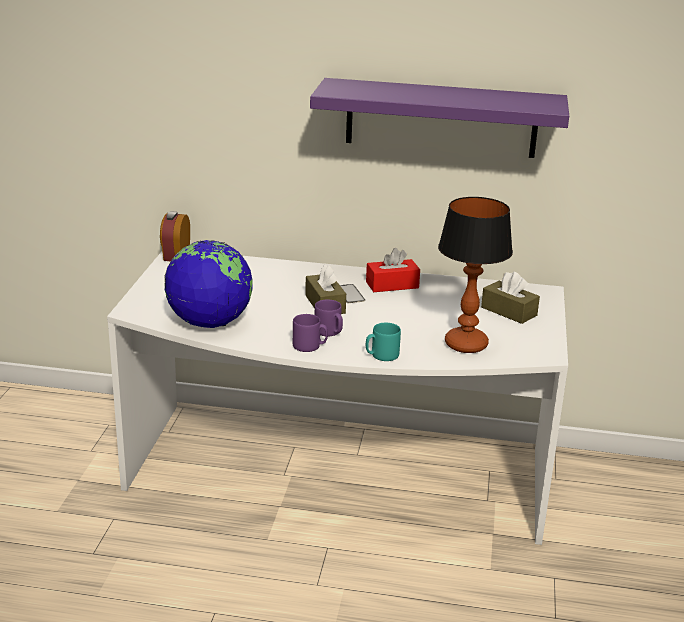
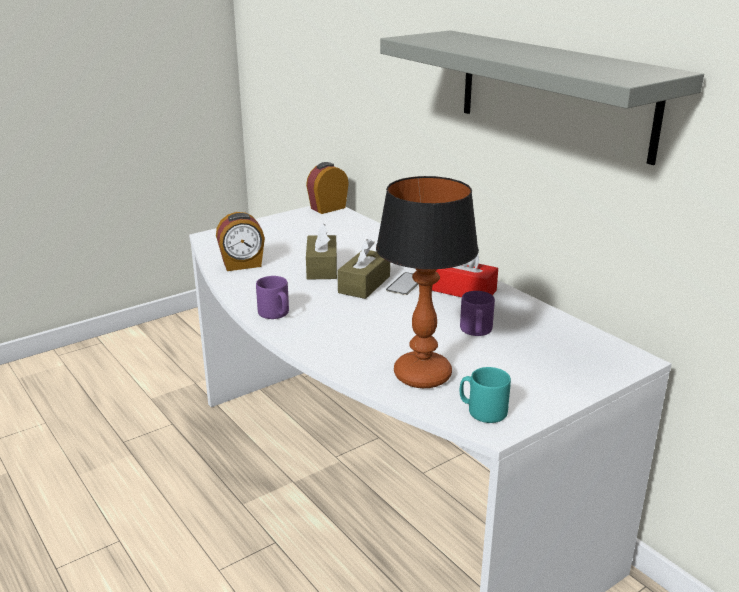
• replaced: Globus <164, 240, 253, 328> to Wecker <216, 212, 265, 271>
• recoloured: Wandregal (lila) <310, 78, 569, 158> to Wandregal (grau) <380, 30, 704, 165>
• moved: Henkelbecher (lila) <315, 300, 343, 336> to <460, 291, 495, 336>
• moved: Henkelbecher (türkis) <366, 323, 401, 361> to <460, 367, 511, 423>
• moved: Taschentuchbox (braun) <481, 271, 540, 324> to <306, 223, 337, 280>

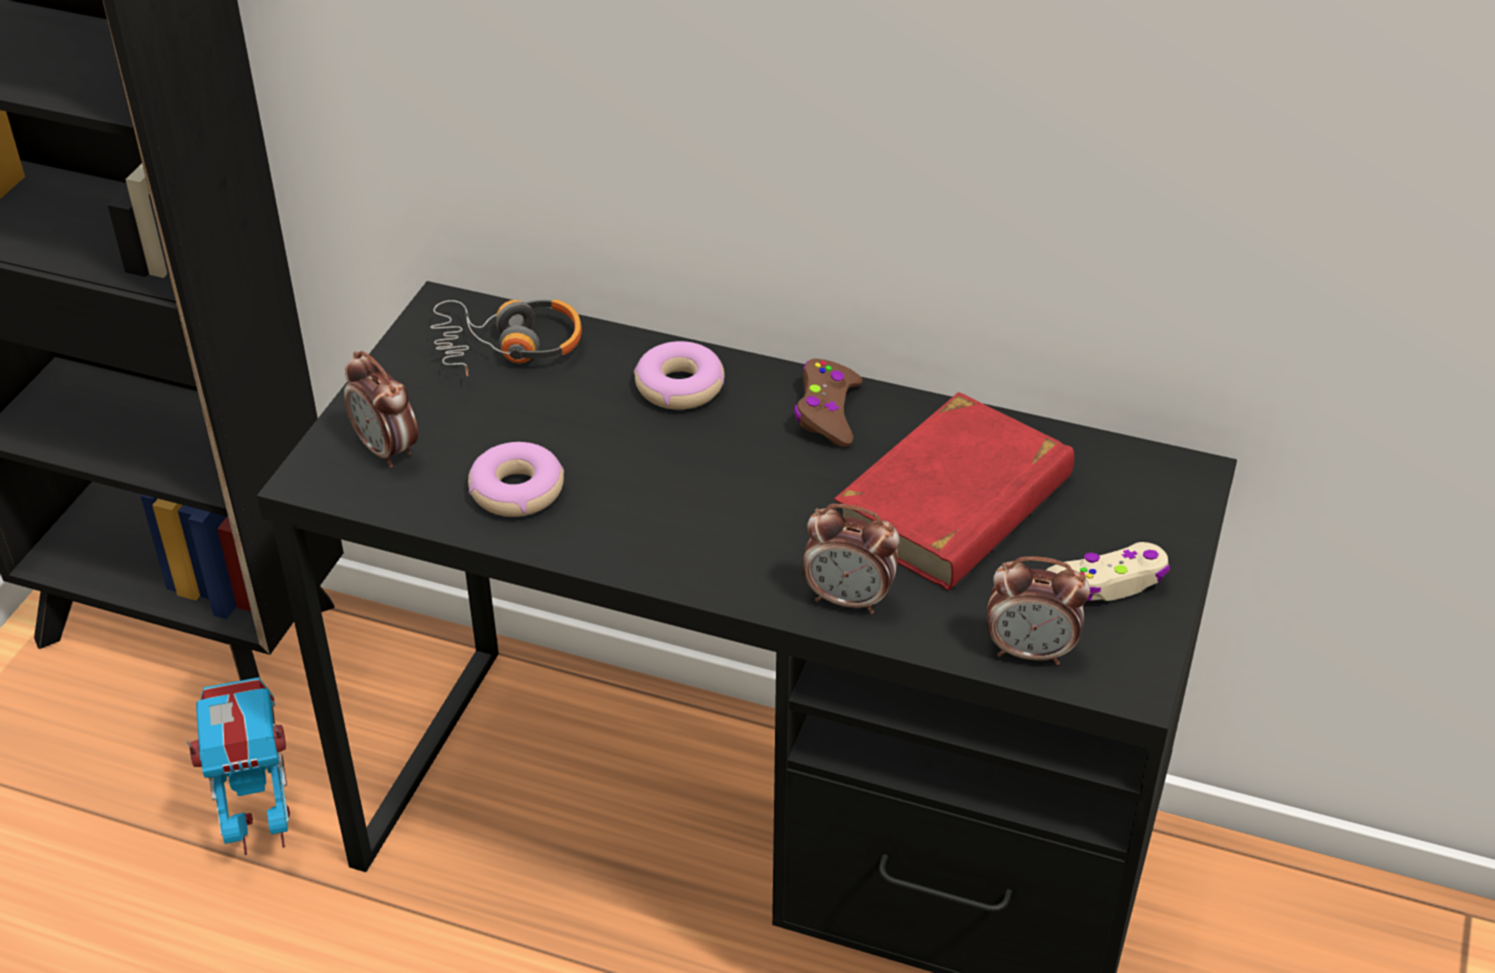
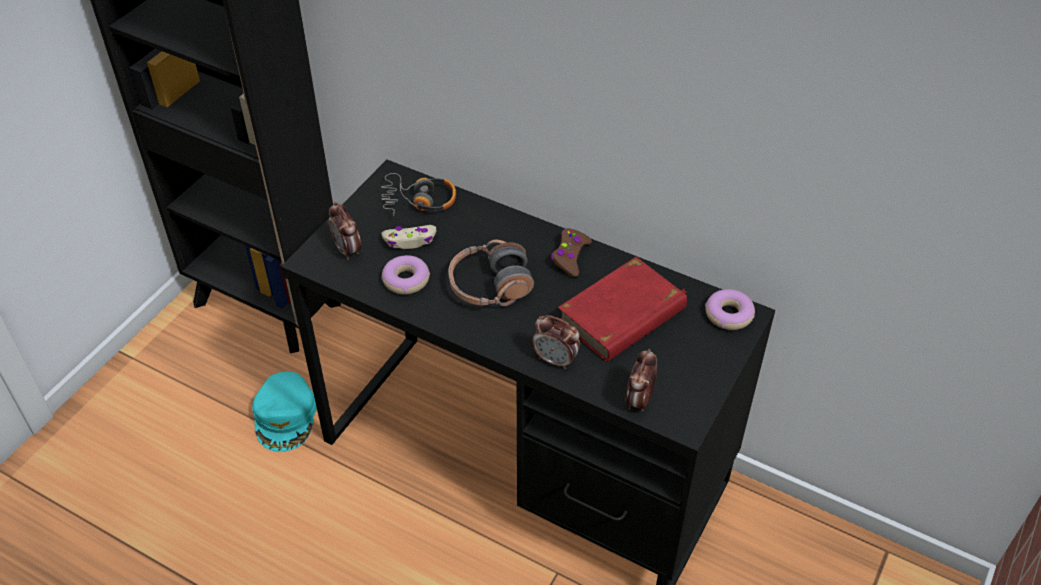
• replaced: Spielzeugroboter <186, 677, 290, 855> to Kappe (türkis) <252, 371, 317, 452>
• moved: Donut <634, 341, 724, 410> to <705, 289, 755, 330>
• turned: Wecker <987, 557, 1090, 665> = <625, 349, 657, 412> 90 degrees clockwise
• moved: Gamepad (beige) <1047, 542, 1170, 601> to <381, 225, 436, 249>
• added: Kopfhörer <448, 240, 534, 306>

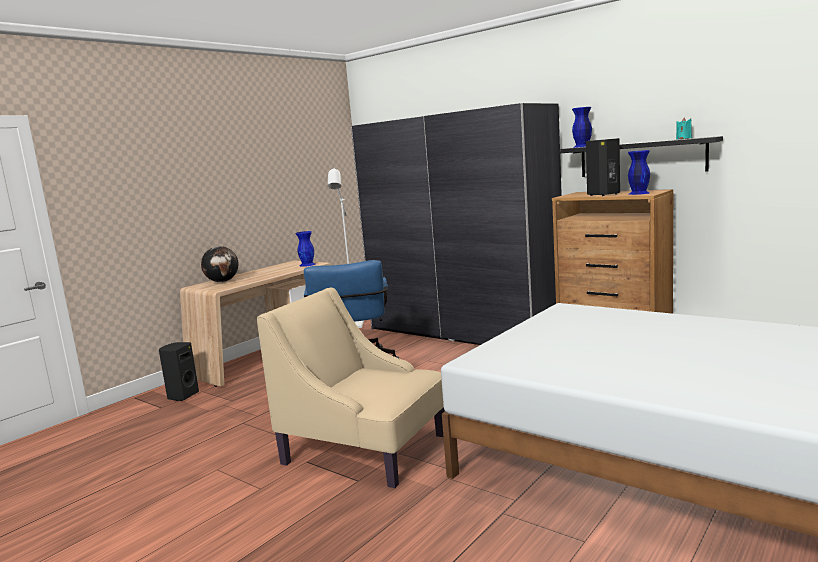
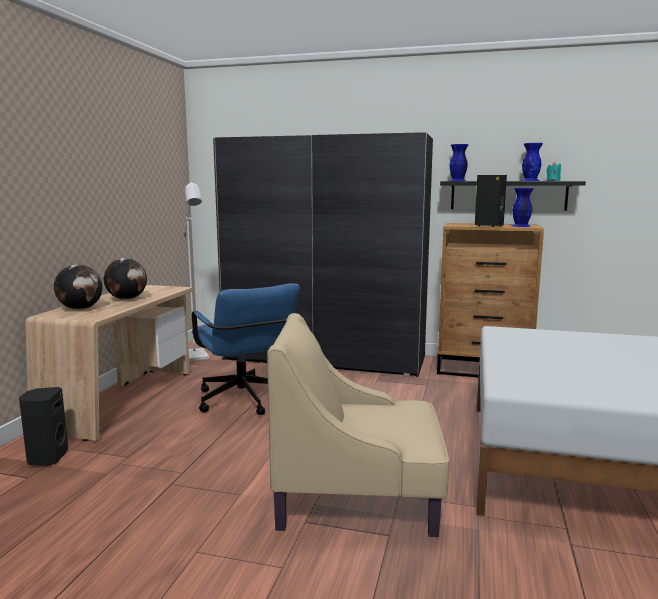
• moved: Vase (blau) <296, 231, 315, 267> to <522, 143, 543, 181>
• added: Globus <104, 258, 147, 300>

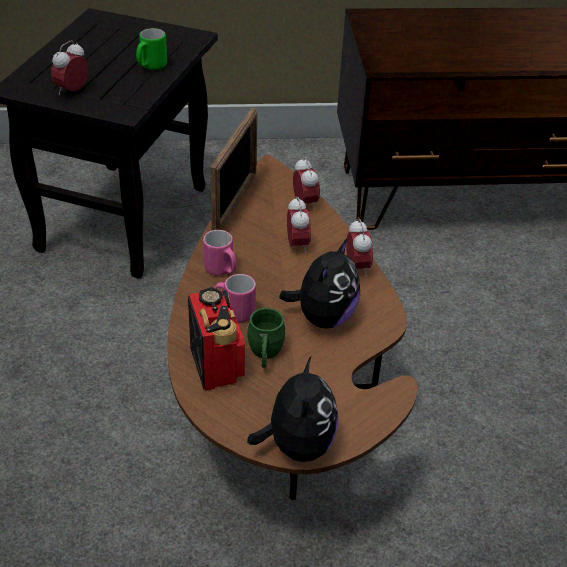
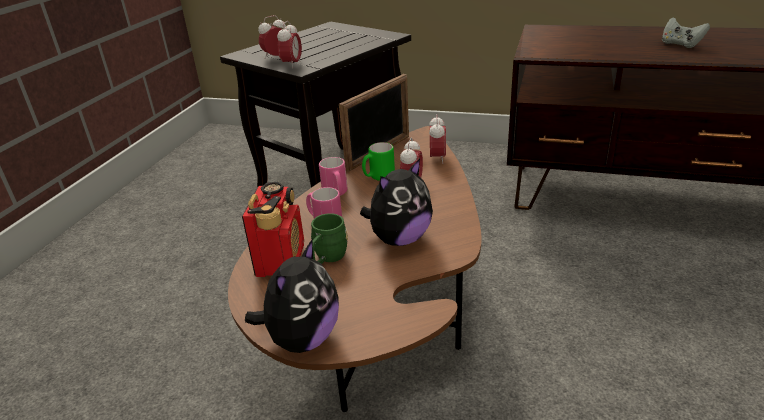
• moved: Henkelbecher (grün) <136, 28, 167, 70> to <362, 142, 395, 181>
• moved: Wecker <346, 219, 373, 277> to <277, 21, 302, 68>
• added: Gamepad (grau) <662, 17, 710, 48>

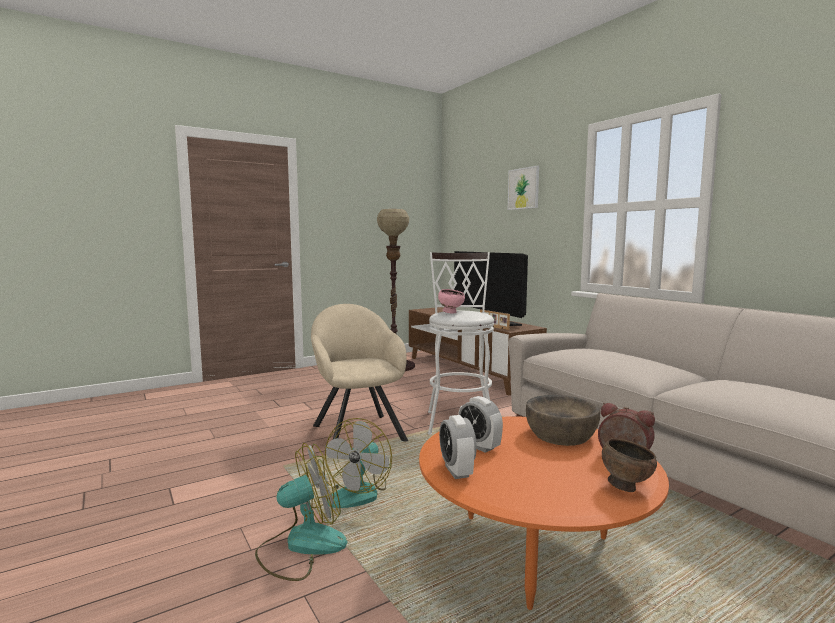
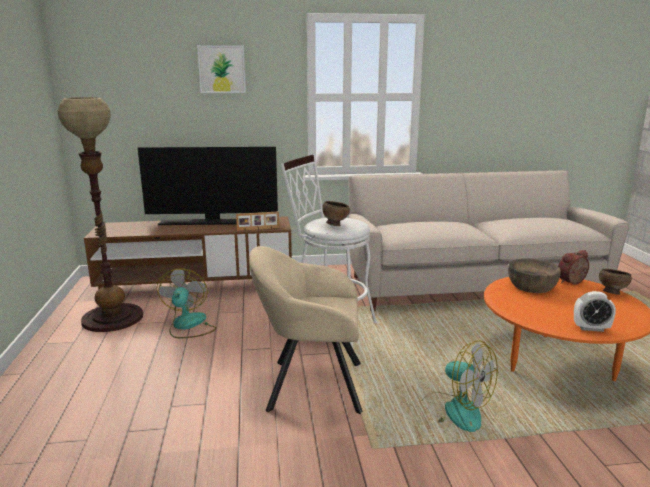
• moved: Ventilator <255, 443, 347, 581> to <157, 268, 216, 338>
• recoloured: Schüssel (rosa) <438, 289, 465, 314> to Schüssel (braun) <322, 201, 350, 226>
• removed: Wecker <458, 396, 503, 453>

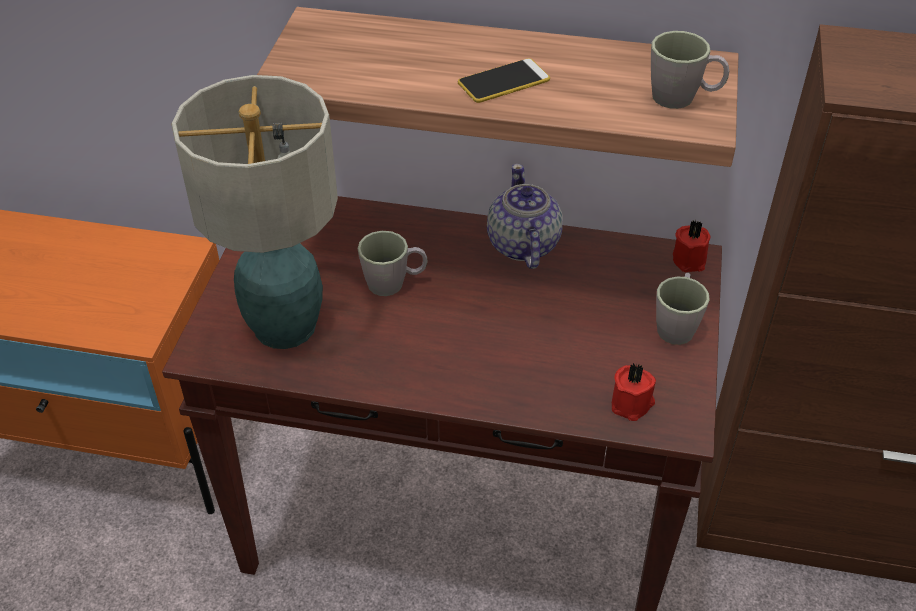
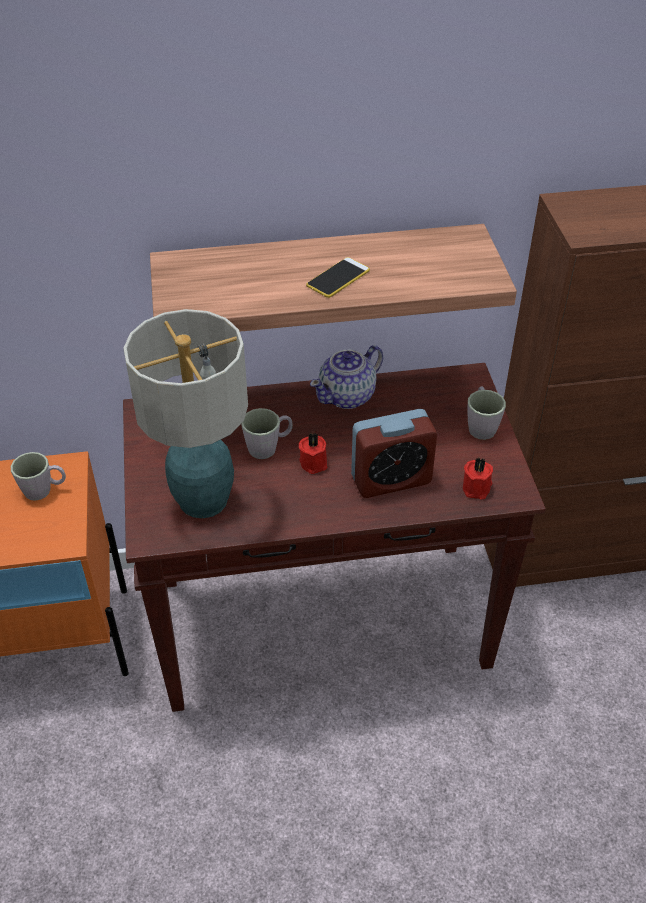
• turned: Teekanne <487, 164, 563, 269> = <310, 345, 383, 409> 105 degrees counterclockwise
• moved: Henkelbecher (grau) <651, 31, 729, 109> to <11, 452, 66, 501>
• moved: Kerze (rot) <673, 220, 710, 272> to <299, 433, 327, 474>
• added: Wecker <351, 409, 437, 498>

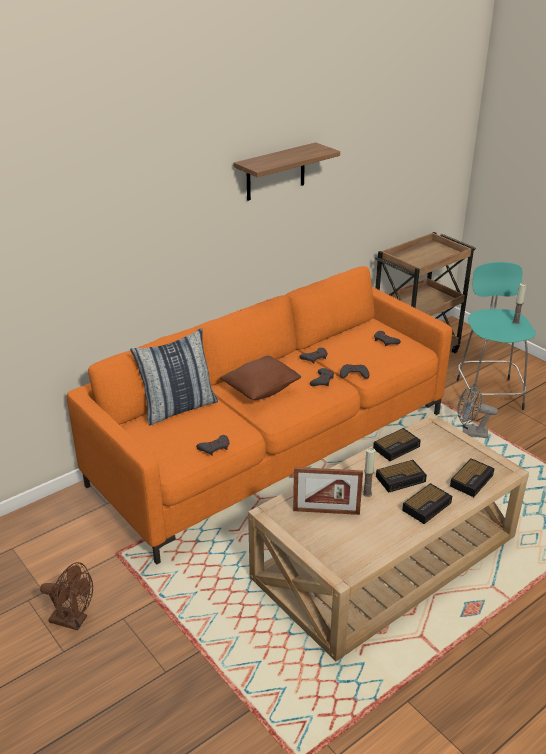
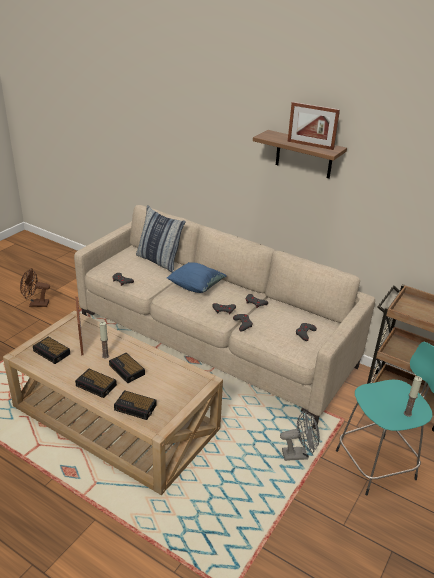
• turned: Ventilator (braun) <40, 562, 93, 630> = <20, 268, 50, 307> 90 degrees clockwise
• recoloured: Sofa (orange) <67, 266, 452, 565> to Sofa (beige) <74, 205, 375, 429>
• recoloured: Kissen (braun) <220, 356, 302, 400> to Kissen (blau) <167, 262, 227, 293>
• moved: Wecker <373, 428, 421, 461> to <33, 337, 70, 364>
• turned: Ventilator (grau) <457, 384, 498, 438> = <280, 410, 320, 461> 90 degrees clockwise
• added: Bilderrahmen <288, 102, 340, 150>

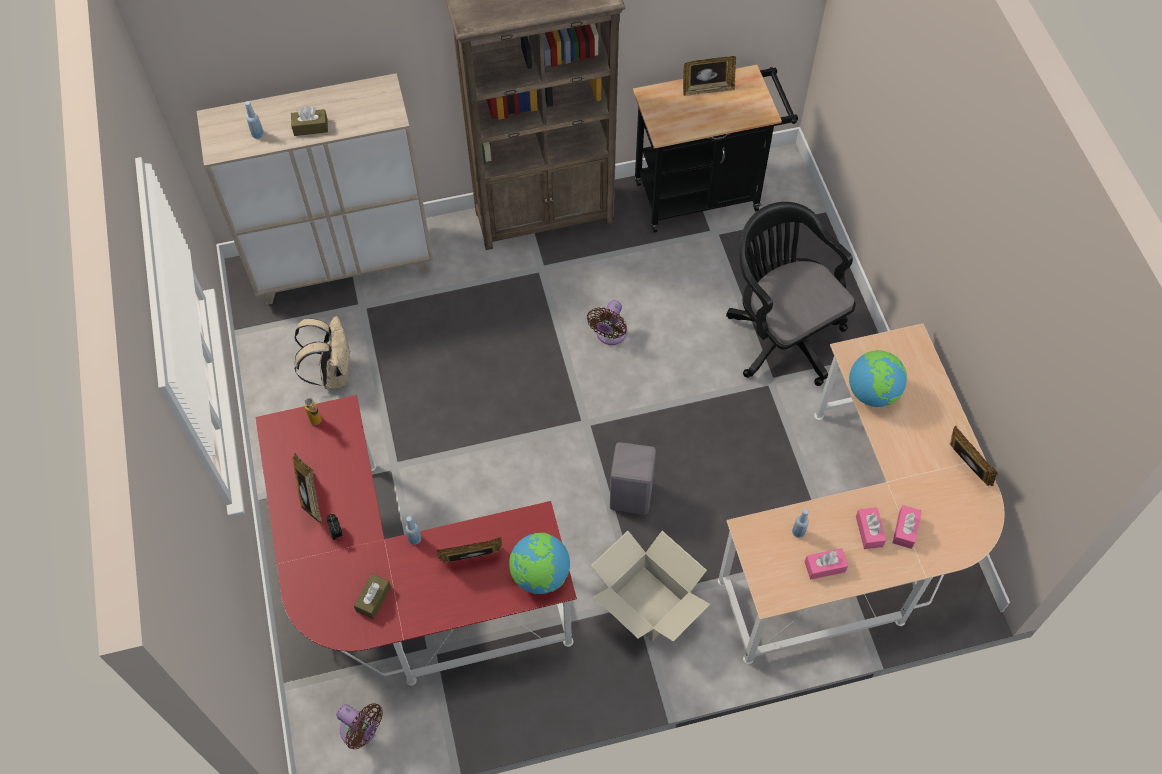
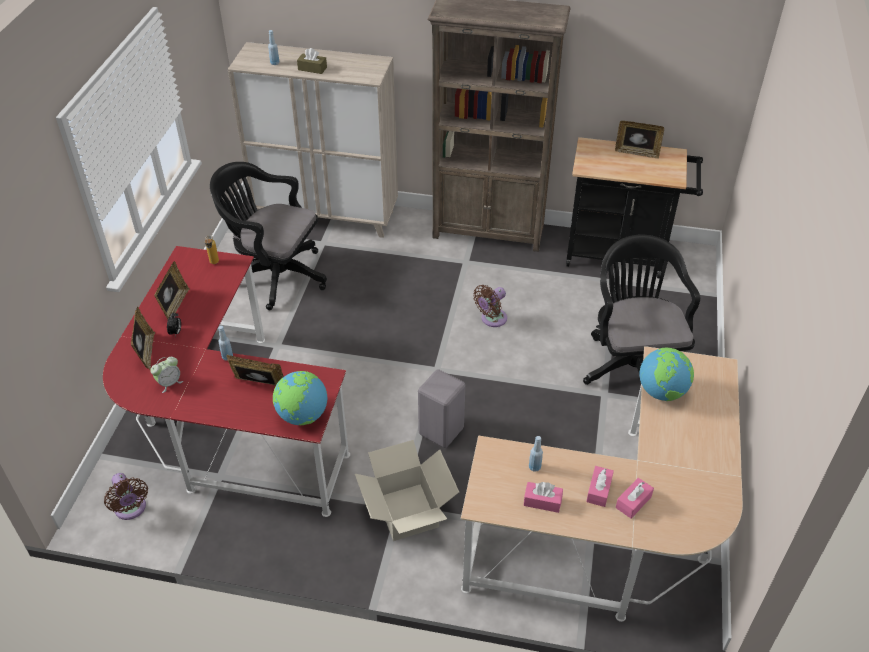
• replaced: Rucksack (beige) <294, 316, 350, 389> to Bürostuhl (schwarz) <210, 162, 327, 310>
• replaced: Taschentuchbox (braun) <354, 574, 391, 619> to Wecker <150, 357, 183, 393>
• moved: Bilderrahmen <950, 425, 998, 486> to <131, 307, 155, 370>

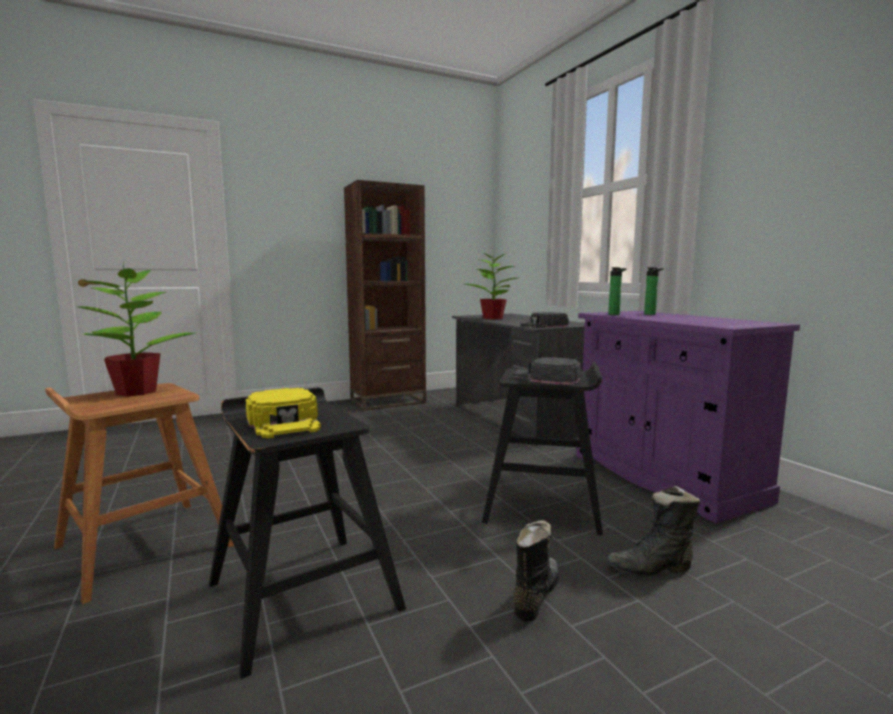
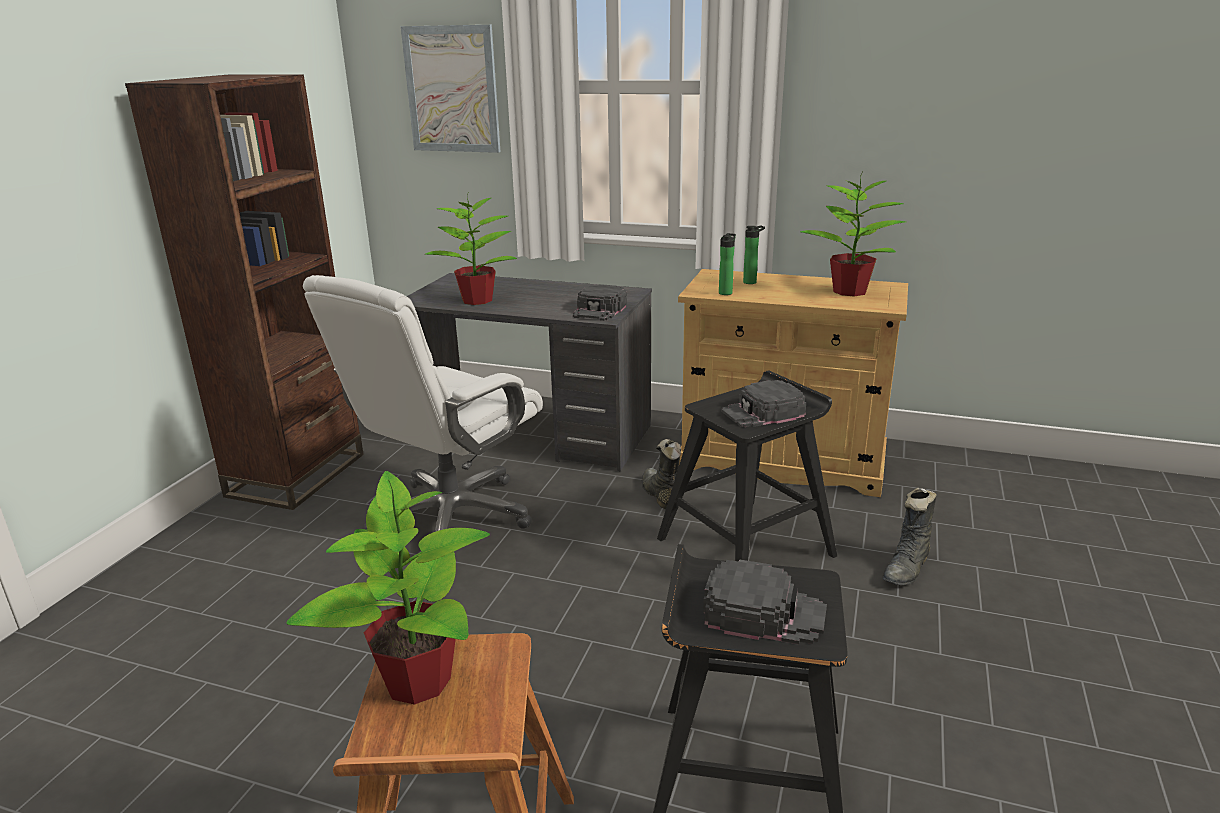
• recoloured: Kappe (gelb) <246, 388, 321, 439> to Kappe (schwarz) <703, 559, 827, 644>
• moved: Stiefel (schwarz) <513, 520, 560, 621> to <642, 439, 681, 509>
• recoloured: Schrank (lila) <576, 311, 800, 523> to Schrank (beige) <678, 269, 908, 497>
• added: Bürostuhl (weiß) <303, 275, 543, 532>
• added: Bild <401, 25, 500, 153>
• added: Topfpflanze <800, 173, 905, 297>

